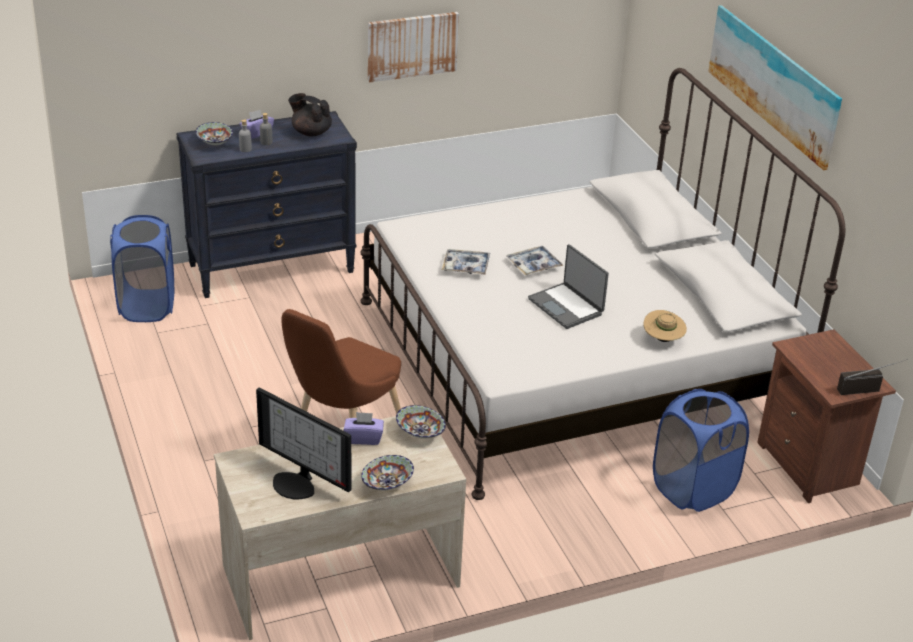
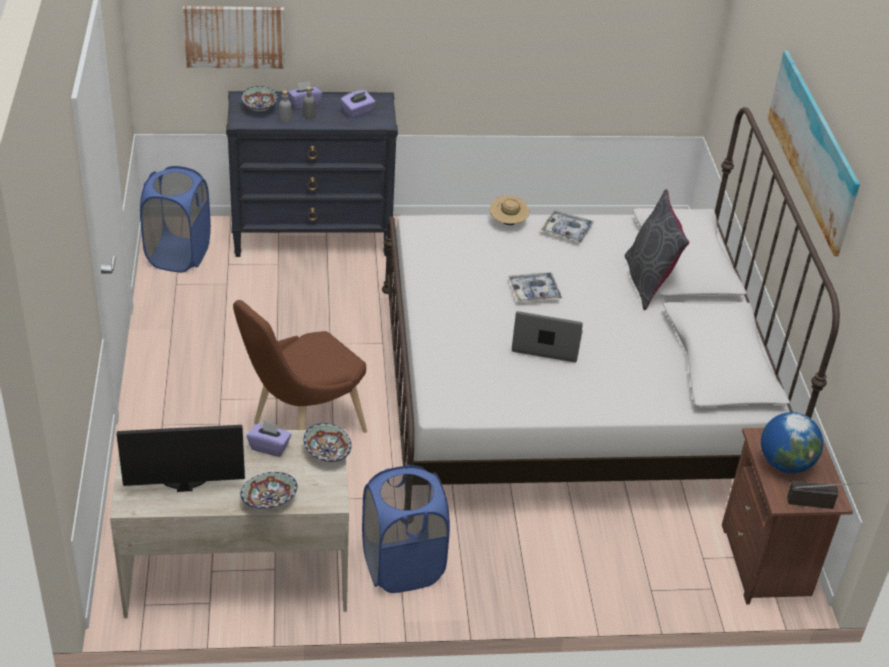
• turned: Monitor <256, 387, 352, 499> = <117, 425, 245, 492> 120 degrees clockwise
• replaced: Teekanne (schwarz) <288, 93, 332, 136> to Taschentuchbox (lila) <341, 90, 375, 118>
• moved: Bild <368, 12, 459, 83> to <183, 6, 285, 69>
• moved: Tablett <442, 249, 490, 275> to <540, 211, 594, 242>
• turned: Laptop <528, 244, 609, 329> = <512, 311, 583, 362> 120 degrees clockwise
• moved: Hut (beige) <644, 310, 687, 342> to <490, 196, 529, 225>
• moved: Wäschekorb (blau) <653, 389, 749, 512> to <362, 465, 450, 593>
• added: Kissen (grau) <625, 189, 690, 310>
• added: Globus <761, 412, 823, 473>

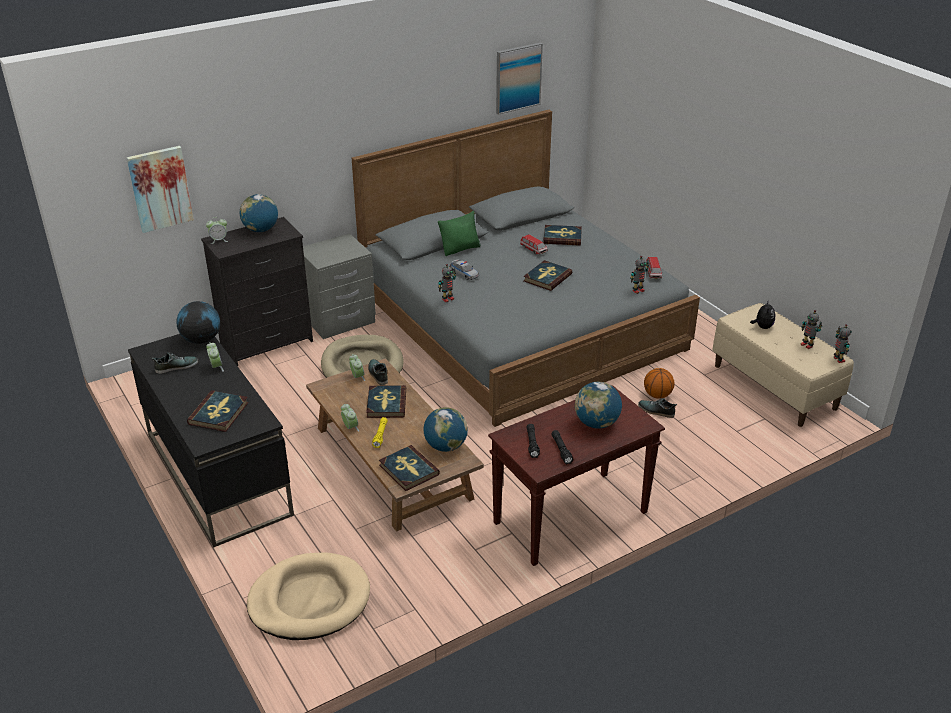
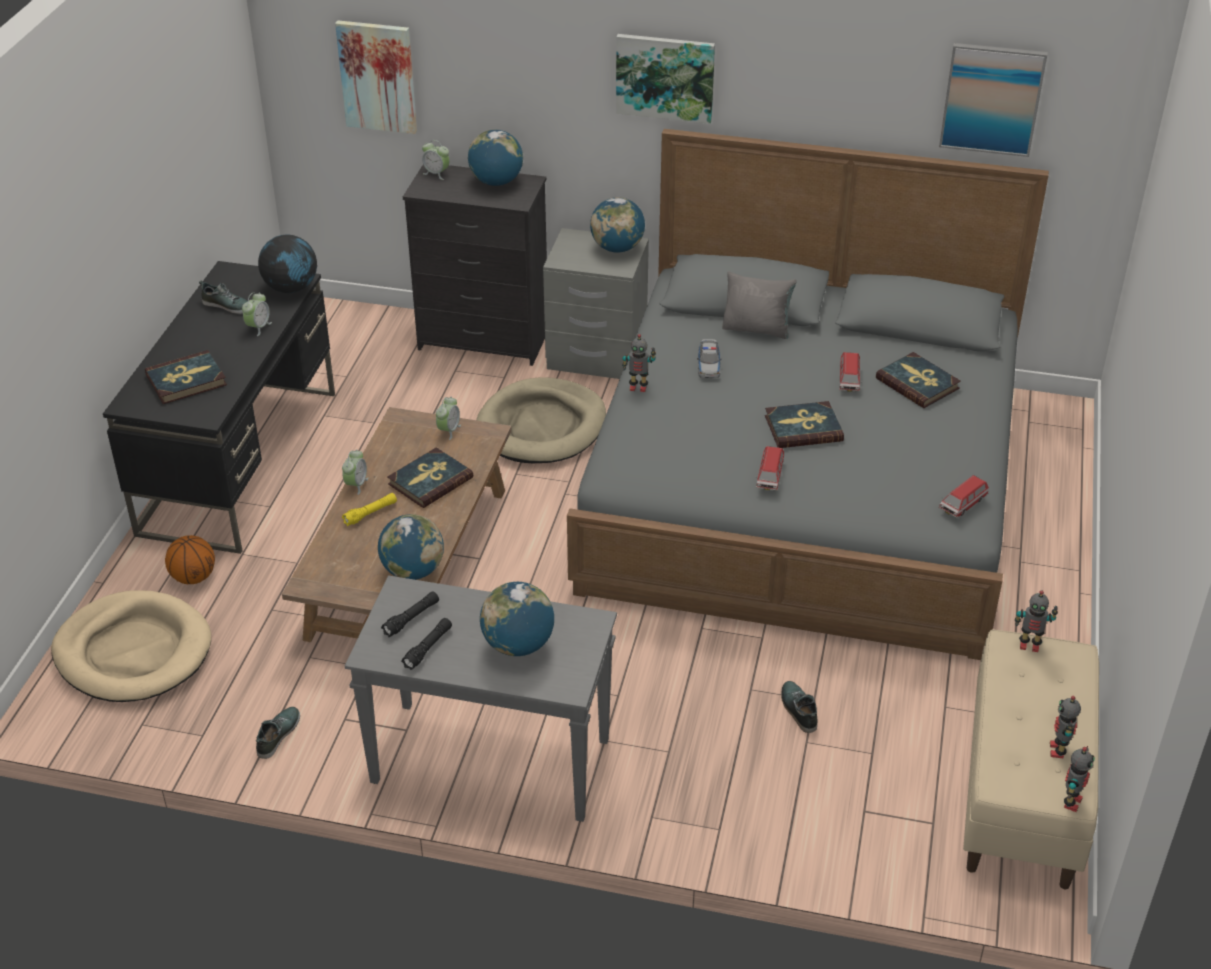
• moved: Schuh <368, 359, 388, 385> to <256, 707, 300, 759>
• removed: Buch <379, 445, 440, 491>
• recoloured: Kissen (grün) <438, 211, 481, 256> to Kissen (grau) <722, 272, 797, 339>
• recoloured: Konsolentisch (braun) <488, 385, 665, 566> to Konsolentisch (grau) <345, 575, 617, 822>
• moved: Spielzeugroboter <630, 255, 649, 294> to <1015, 590, 1058, 652>
• moved: Basketball <644, 368, 675, 399> to <165, 535, 215, 584>
• removed: Plüschtier <750, 300, 775, 329>
• added: Globus <590, 197, 645, 253>
• added: Bild <616, 34, 715, 124>
• added: Spielzeugauto <755, 446, 784, 491>

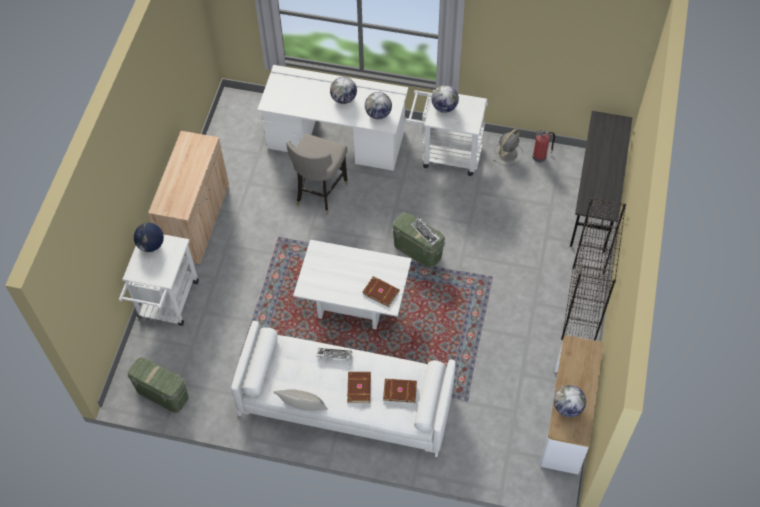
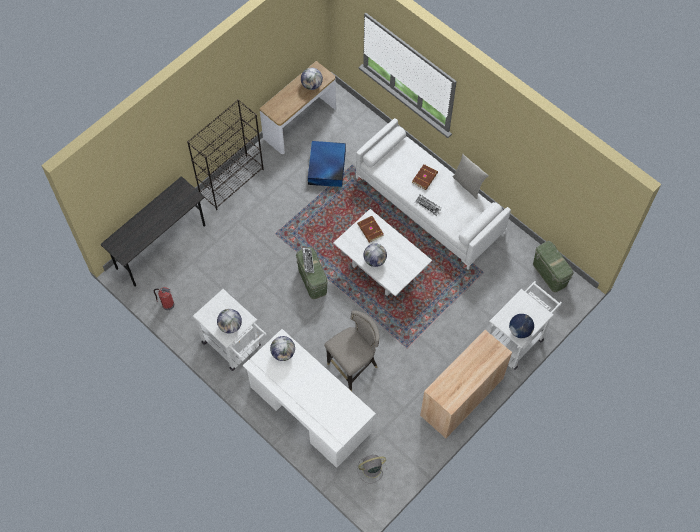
• moved: Globus <330, 77, 357, 104> to <363, 243, 387, 267>
• removed: Buch (braun) <383, 379, 417, 403>
• moved: Ventilator (grau) <494, 129, 523, 166> to <357, 455, 388, 483>
• added: Aufbewahrungsbox (blau) <308, 141, 346, 187>

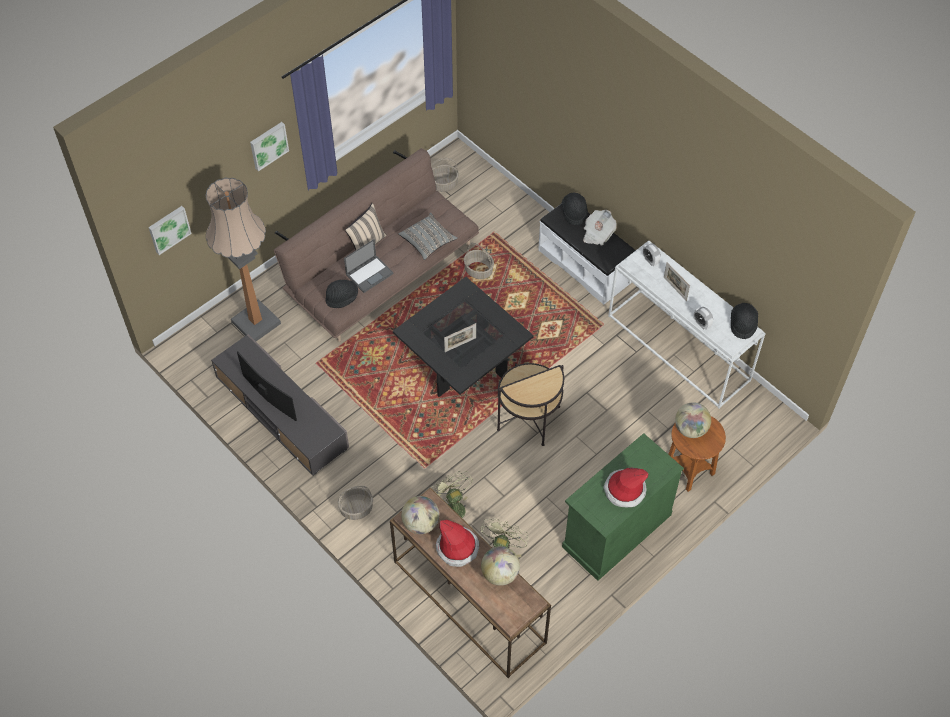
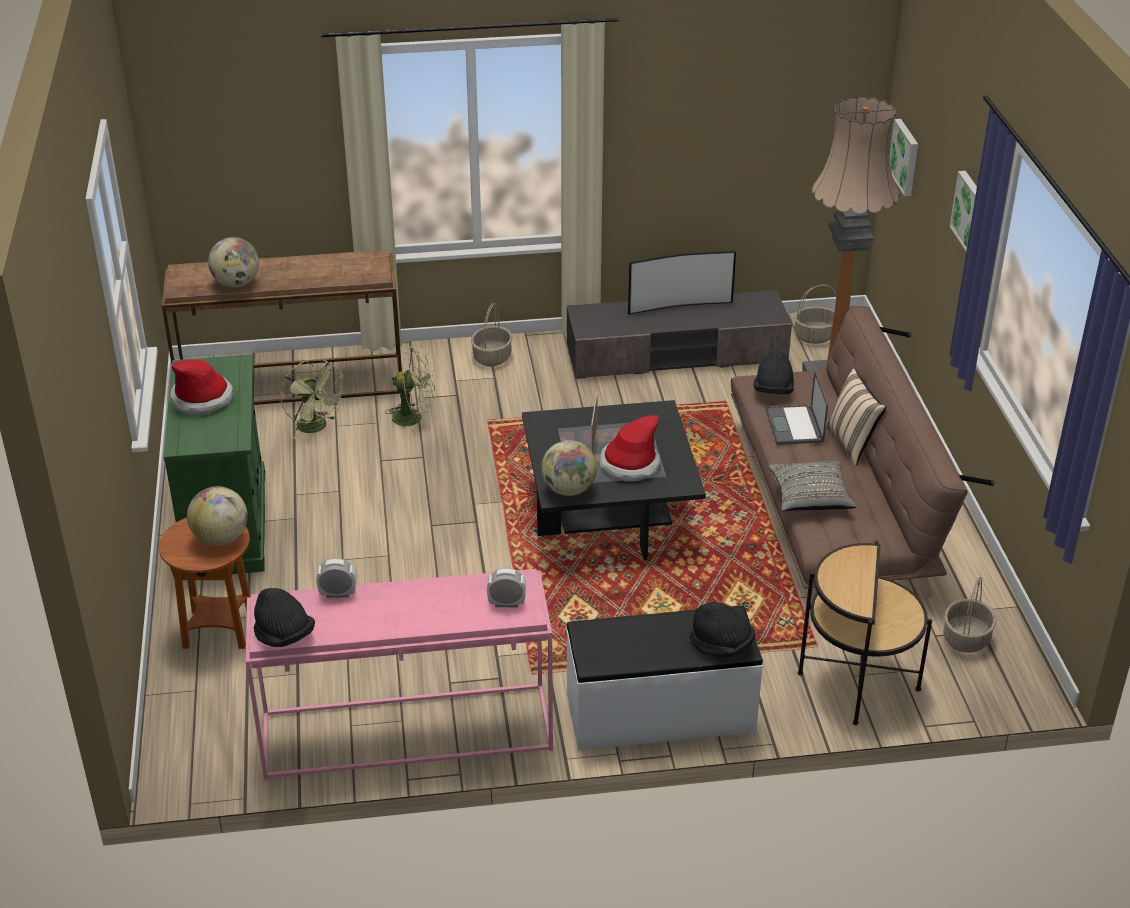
• moved: Globus <401, 496, 439, 534> to <541, 440, 597, 496>
• moved: Hut <436, 520, 479, 567> to <600, 415, 661, 482>
• moved: Korb <464, 243, 494, 279> to <794, 284, 837, 344>
• moved: Beistelltisch <497, 363, 564, 446> to <798, 541, 932, 725>
• removed: Zeitung <583, 210, 617, 245>
• recoloured: Konsolentisch (weiß) <608, 241, 766, 409> to Konsolentisch (rosa) <246, 569, 553, 780>
• removed: Bilderrahmen <664, 262, 690, 301>

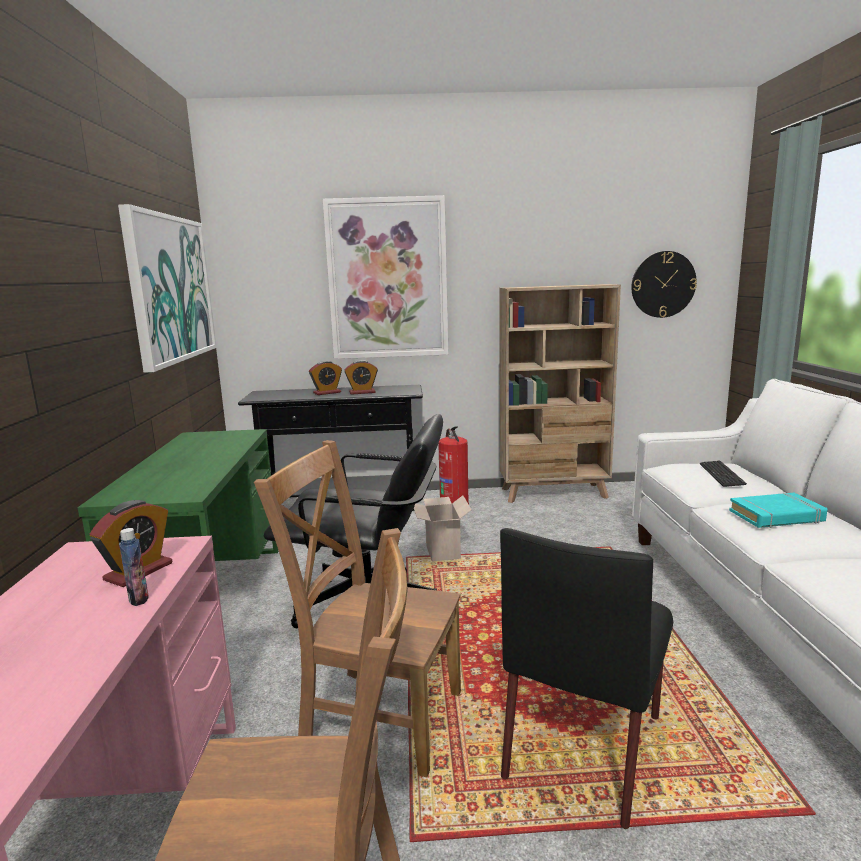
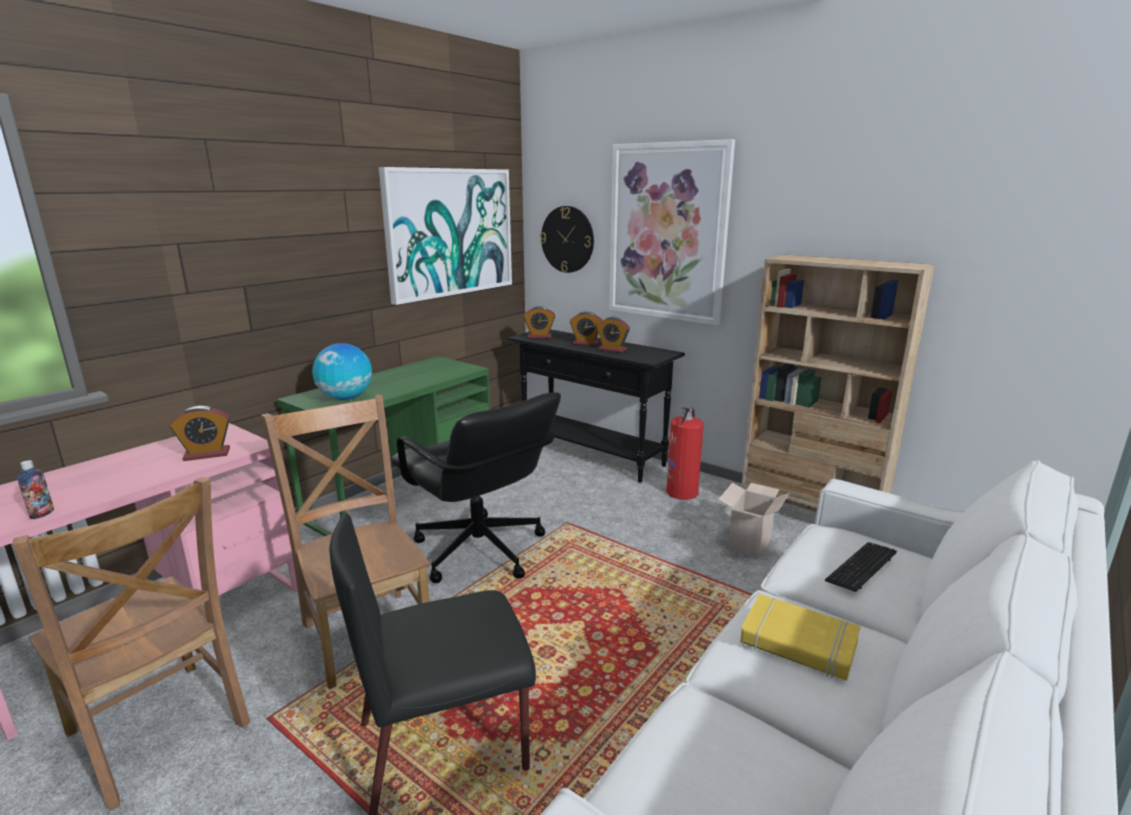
• moved: Flasche <119, 528, 149, 606> to <18, 460, 54, 519>
• moved: Karton <414, 495, 471, 562> to <718, 482, 789, 558>
• moved: Wanduhr <631, 251, 697, 318> to <540, 206, 594, 273>
• recoloured: Buch (türkis) <729, 493, 828, 528> to Buch (gelb) <740, 594, 861, 681>
• added: Globus <312, 343, 372, 400>
• added: Wecker <524, 306, 555, 338>

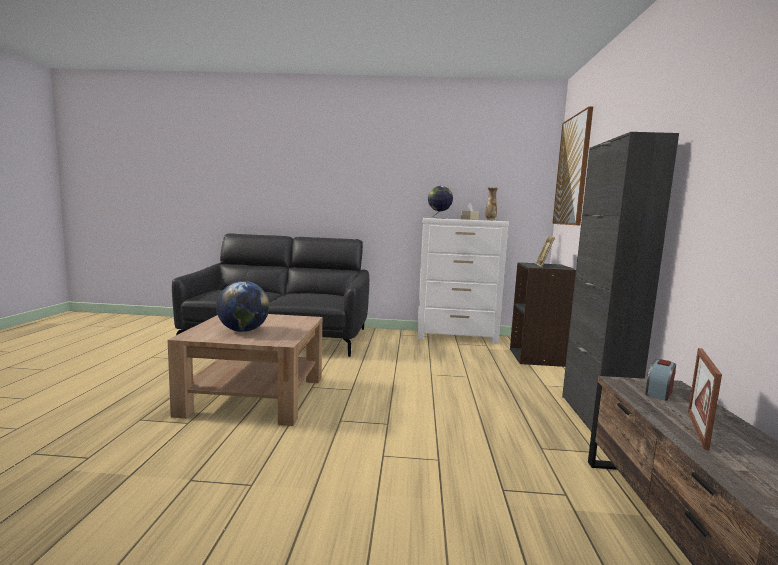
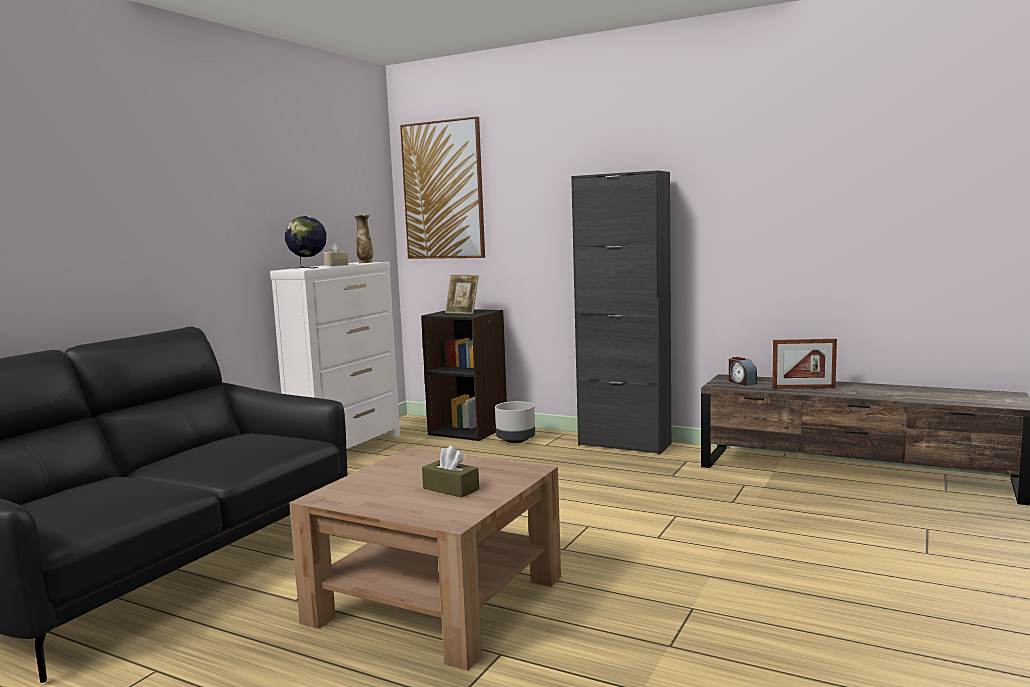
• replaced: Globus <216, 281, 270, 332> to Taschentuchbox (braun) <422, 446, 479, 498>
• turned: Bilderrahmen <688, 348, 722, 451> = <772, 339, 837, 389> 45 degrees counterclockwise
• added: Pflanzkübel (grau) <495, 401, 535, 443>

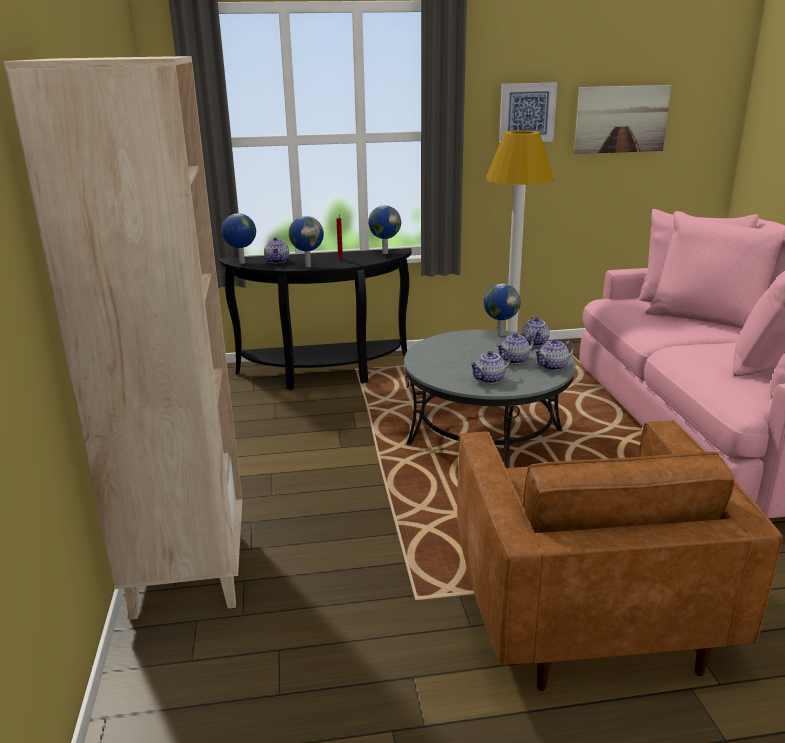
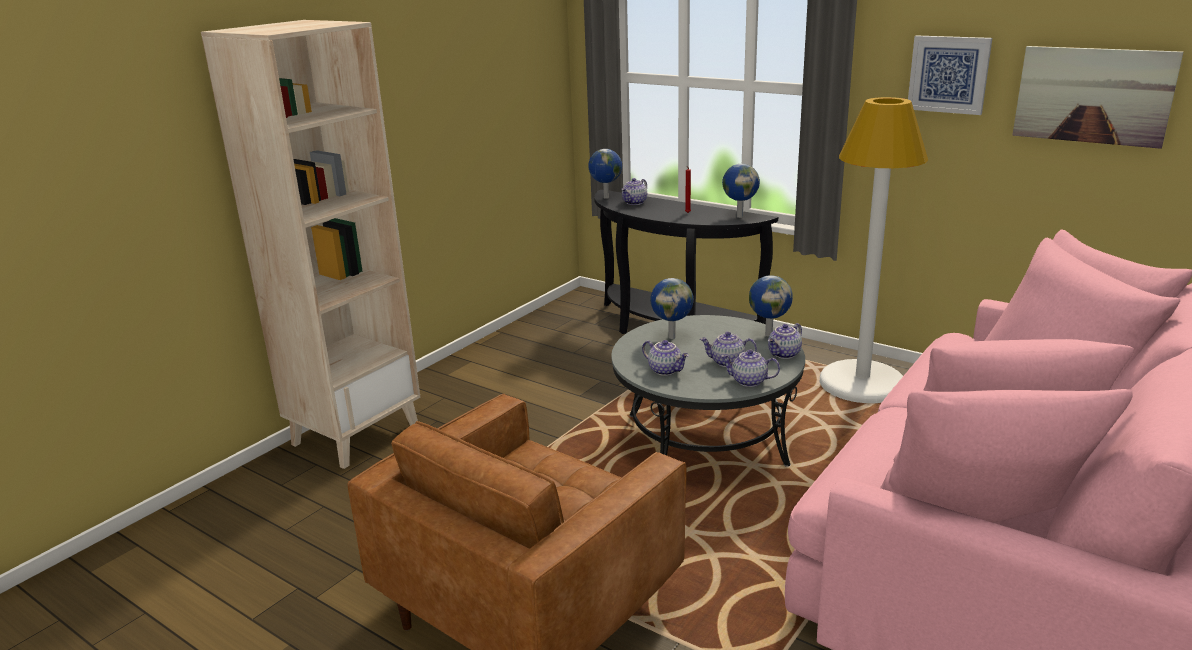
• moved: Globus <289, 216, 324, 267> to <650, 278, 694, 339>
• turned: Teekanne <470, 351, 510, 384> = <642, 340, 689, 376> 150 degrees counterclockwise

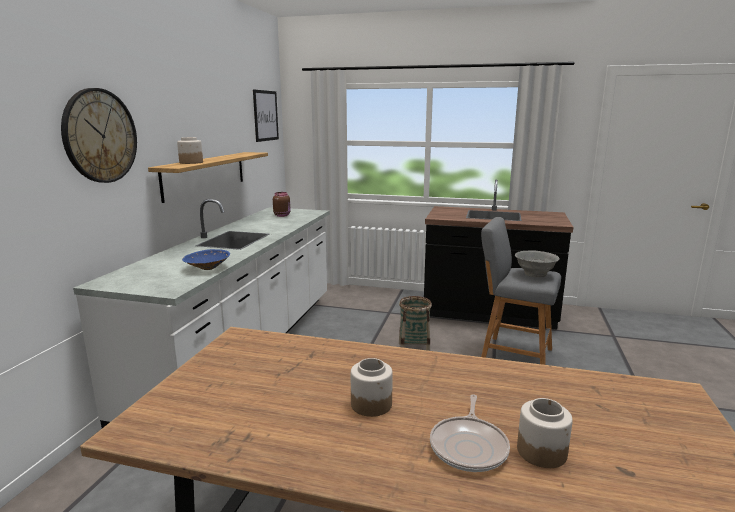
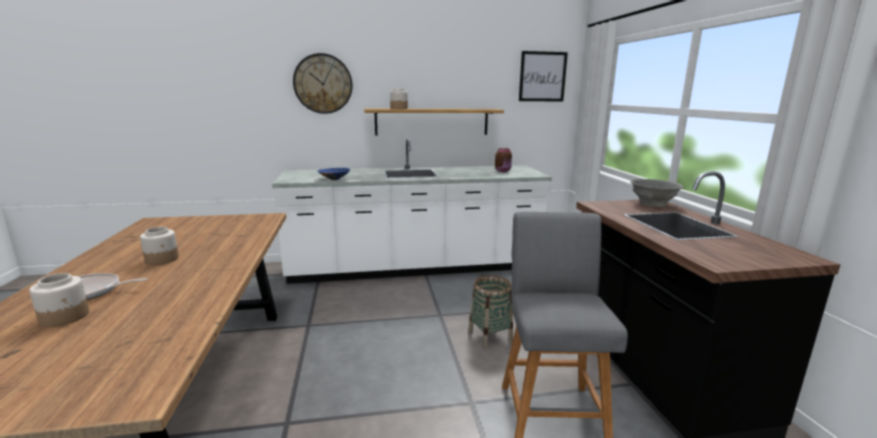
• moved: Schüssel (grau) <515, 250, 559, 278> to <630, 179, 683, 207>

